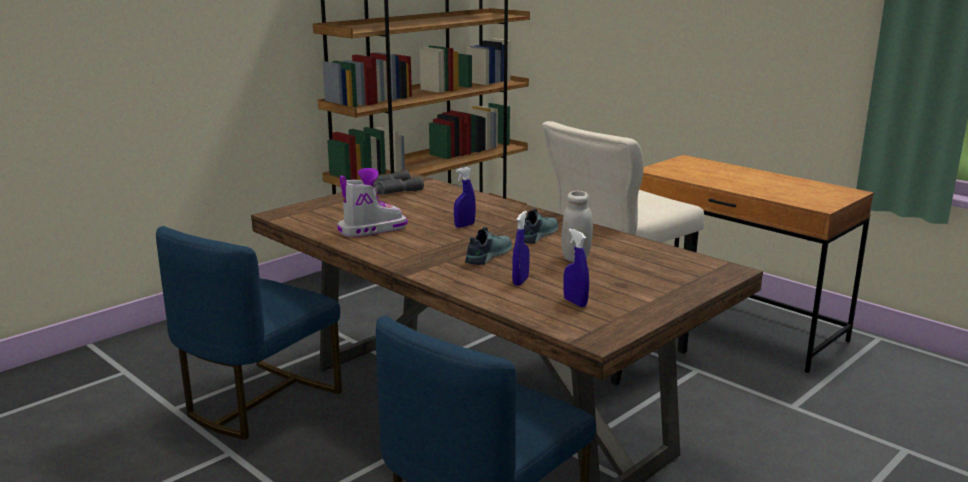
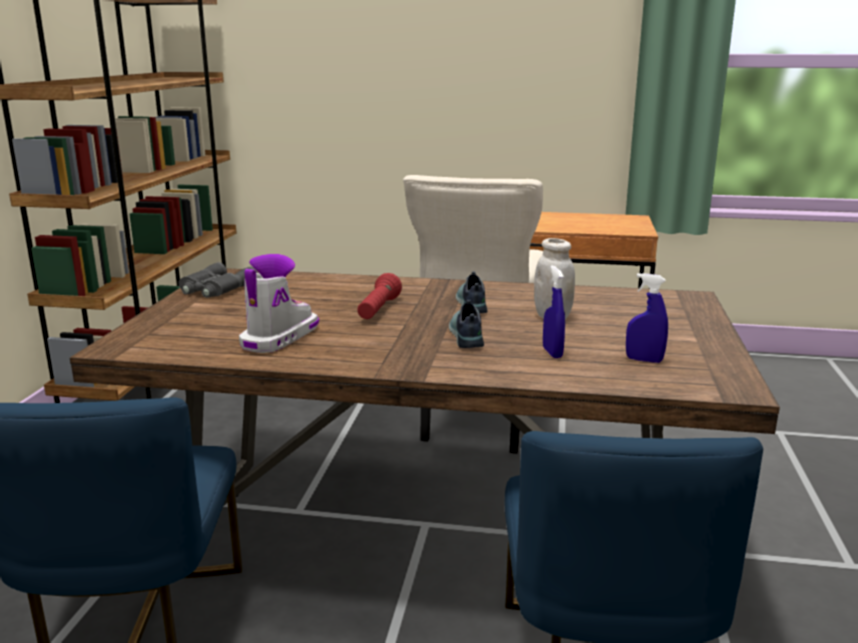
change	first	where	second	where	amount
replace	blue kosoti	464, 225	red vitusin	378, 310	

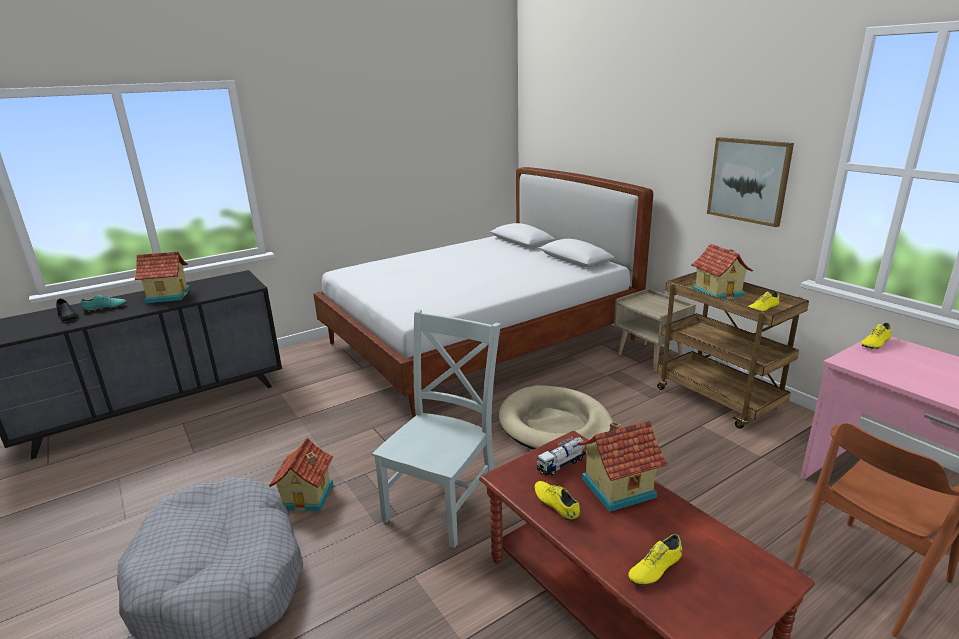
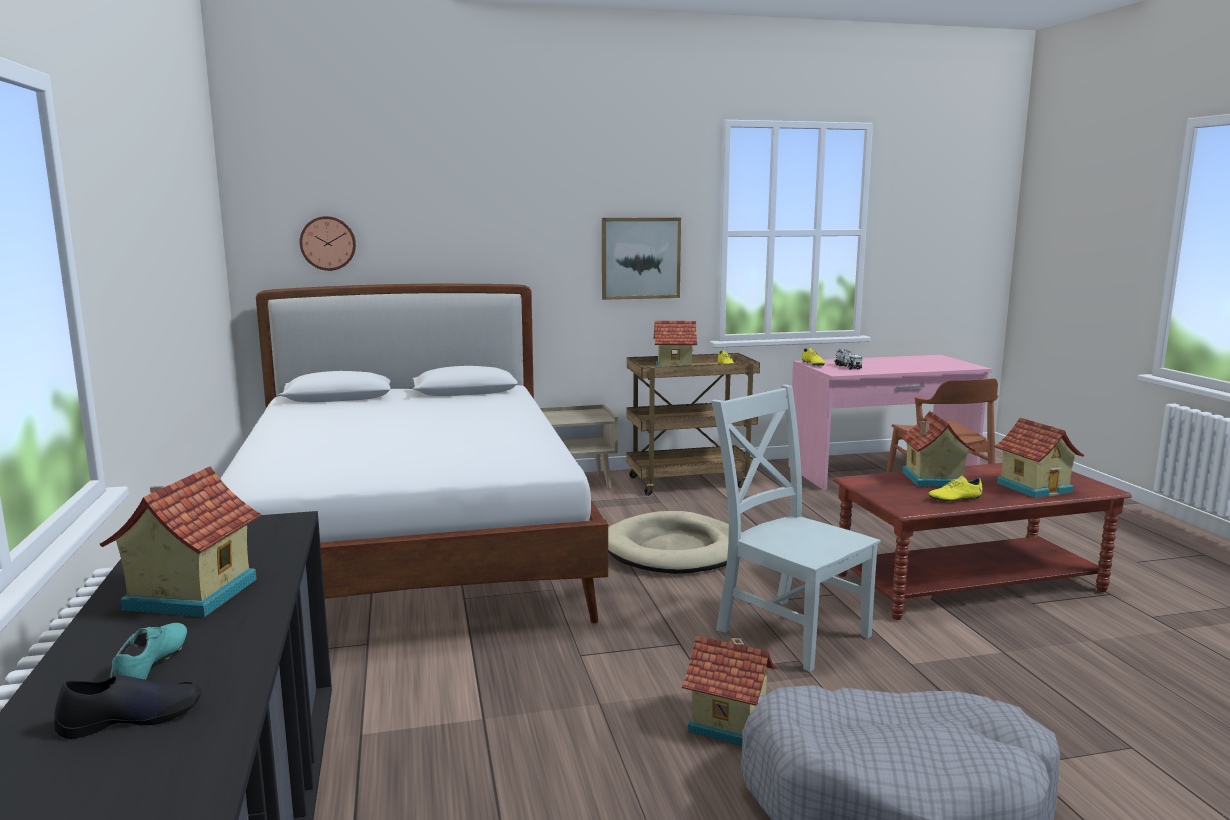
change	first	where	second	where	amount
move	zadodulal	561, 464		847, 367	
replace	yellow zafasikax	655, 569	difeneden	1035, 487	
insert			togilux	328, 243	

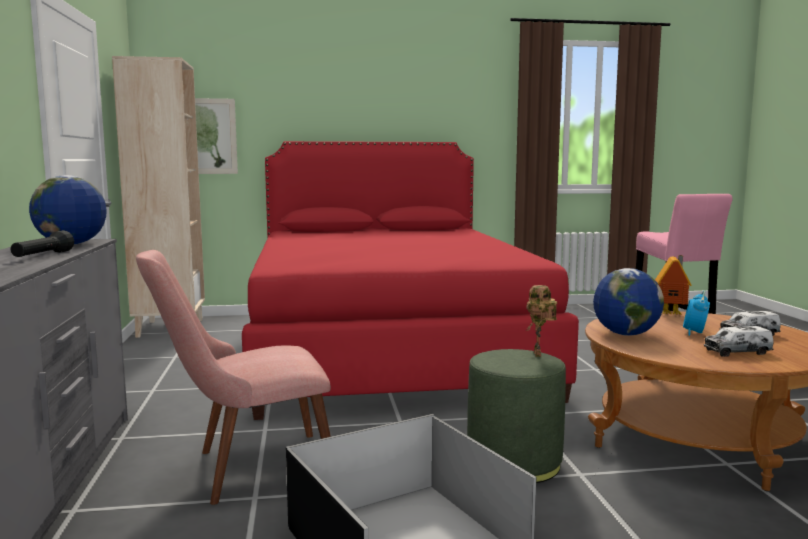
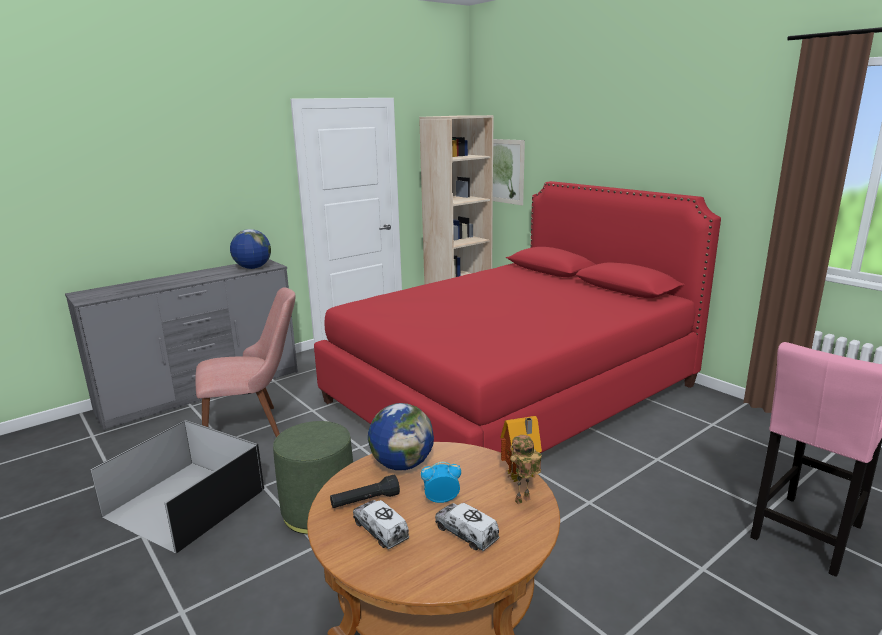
change	first	where	second	where	amount
move	black vitusin	43, 256		365, 501	
rotate	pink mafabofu	245, 470		254, 426	120 degrees clockwise
move	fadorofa	539, 355		522, 501	

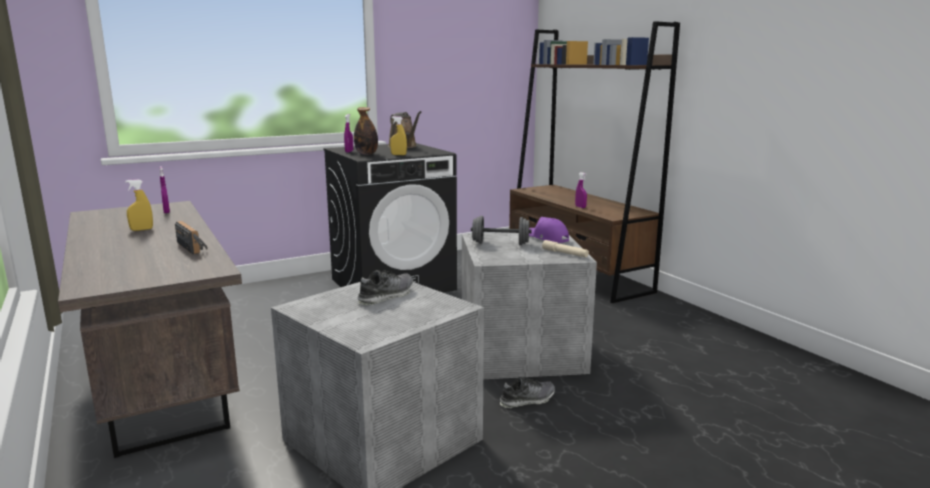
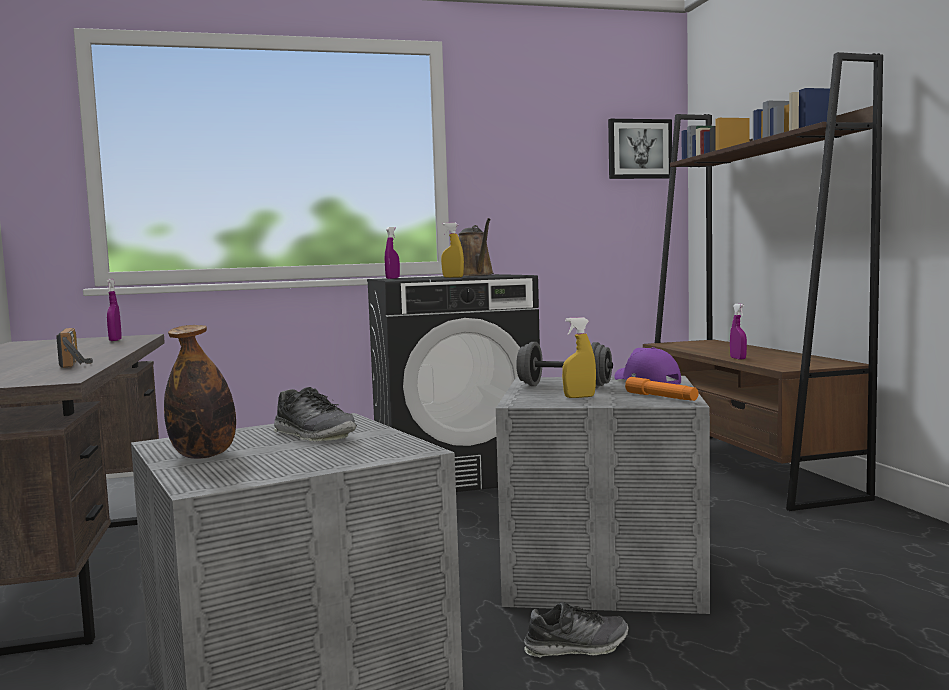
change	first	where	second	where	amount
move	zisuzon	366, 154		204, 455	
move	yellow kosoti	141, 229		579, 397	
recolor	beige vitusin	565, 253	orange vitusin	661, 397	
rotate	zafasikax	386, 296		314, 435	75 degrees clockwise
insert			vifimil	639, 149	

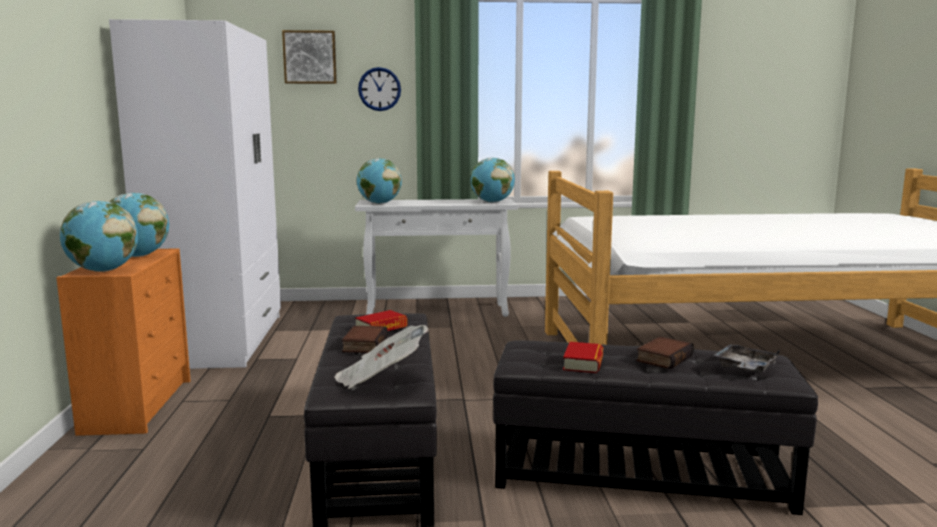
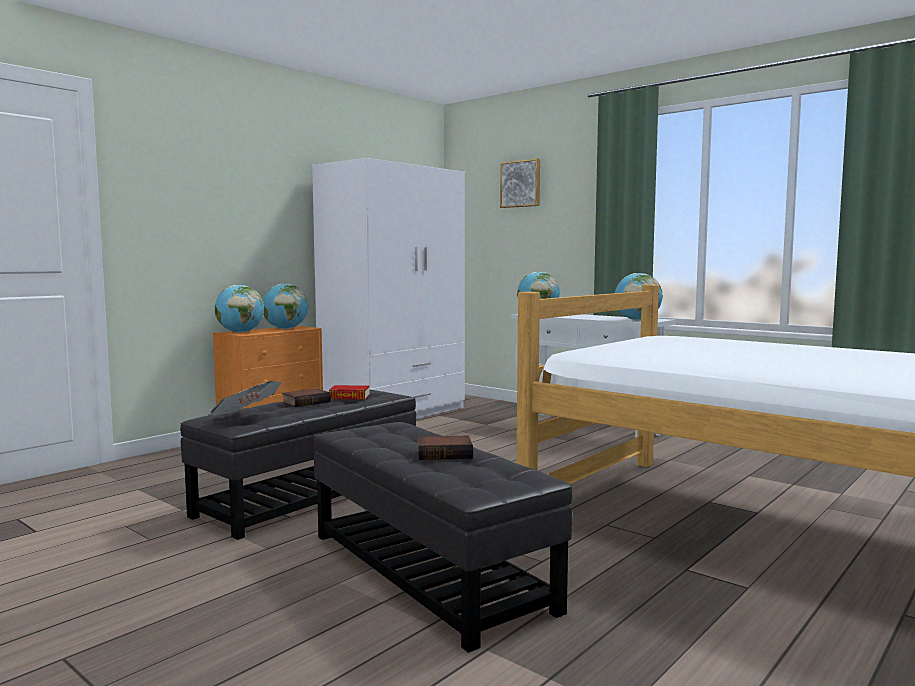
change	first	where	second	where	amount
delete	togilux	379, 89			
delete	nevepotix	583, 363			
delete	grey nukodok	745, 368			

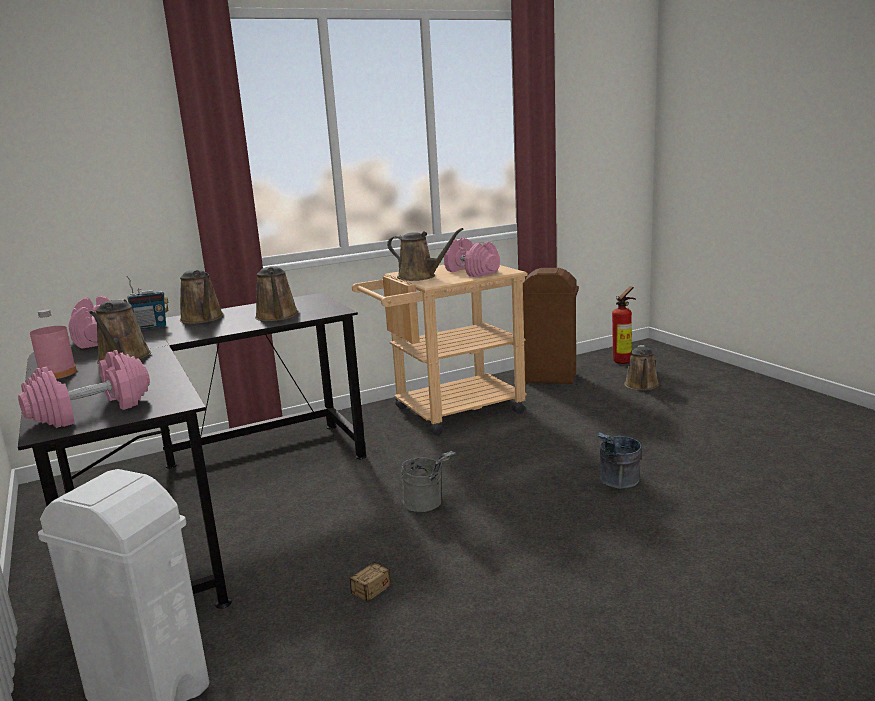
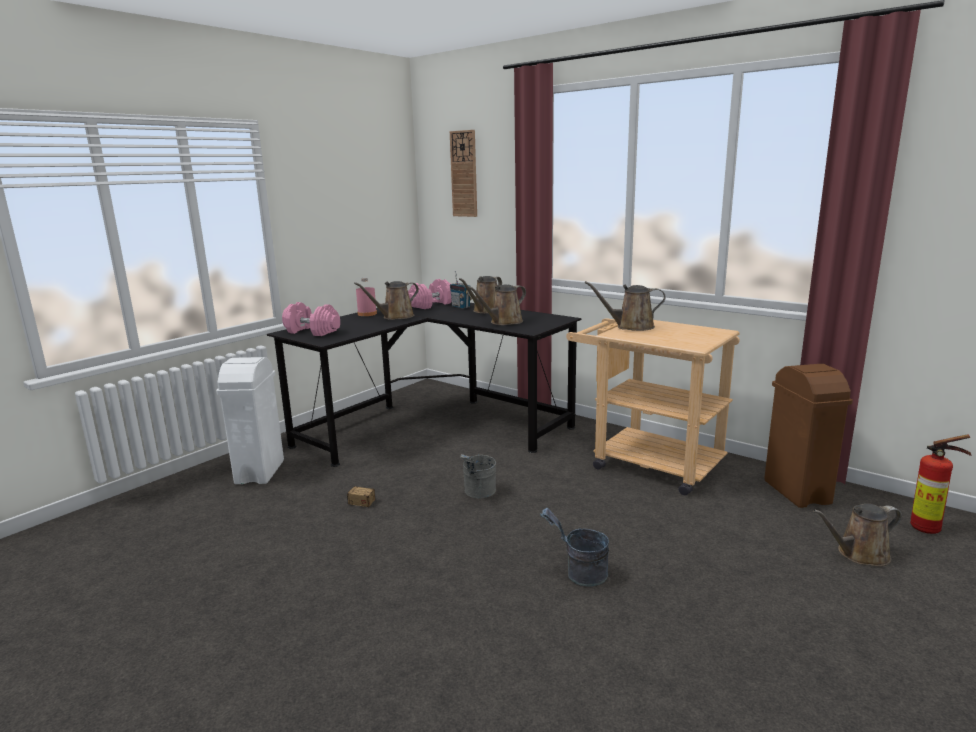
change	first	where	second	where	amount
rotate	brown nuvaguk	420, 277		631, 327	90 degrees clockwise
delete	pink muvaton	472, 272			
insert			togilux	464, 174	

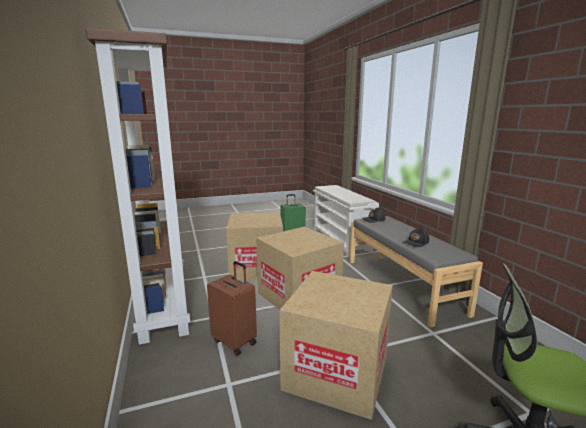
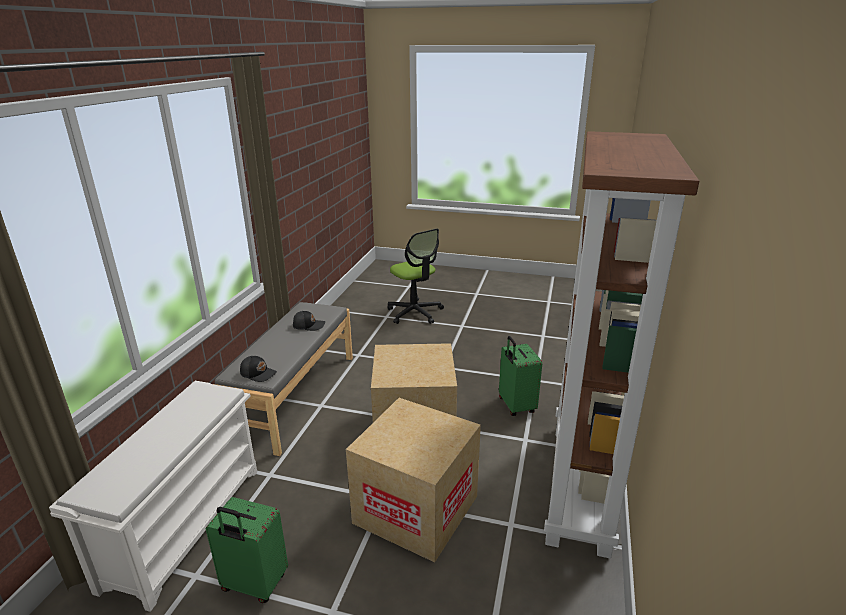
change	first	where	second	where	amount
recolor	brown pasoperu	235, 341	green pasoperu	515, 406	
delete	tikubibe	336, 372			

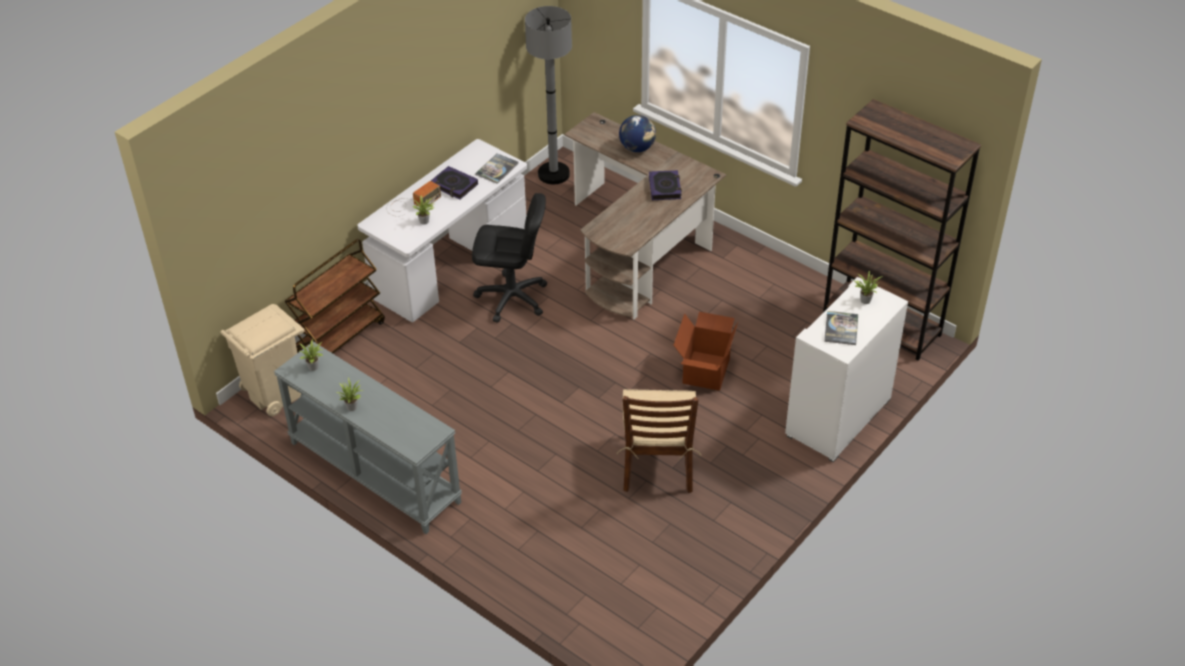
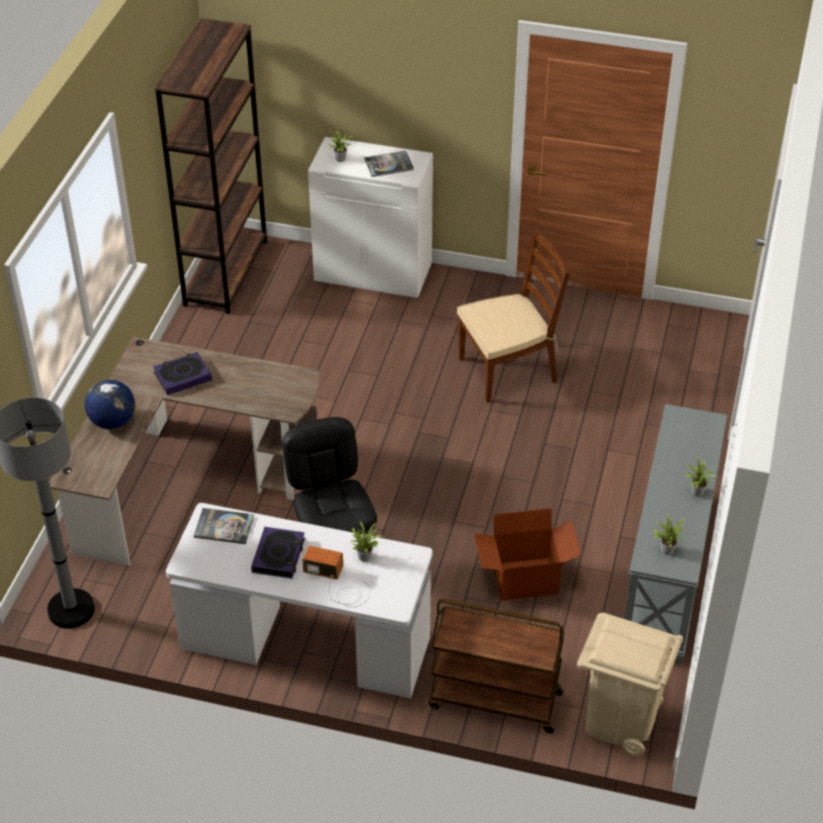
change	first	where	second	where	amount
move	tikubibe	705, 370		525, 580	

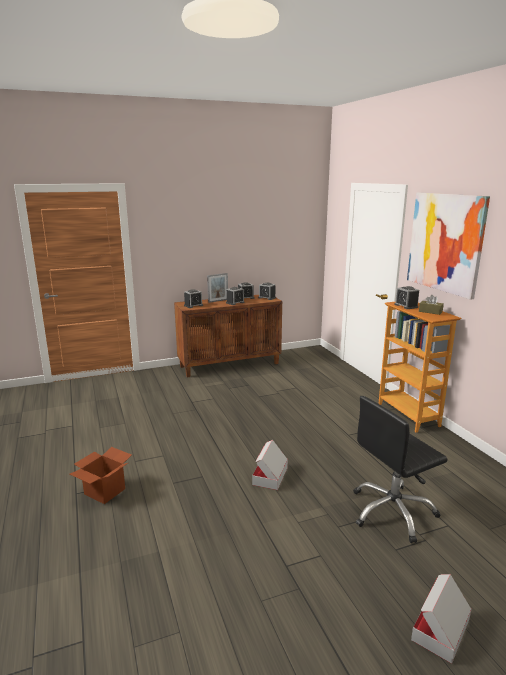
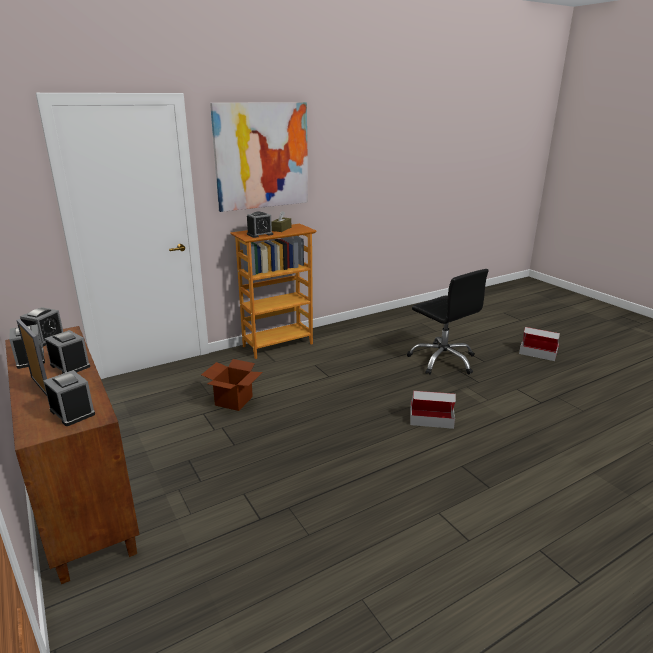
change	first	where	second	where	amount
move	tikubibe	105, 491		234, 401	

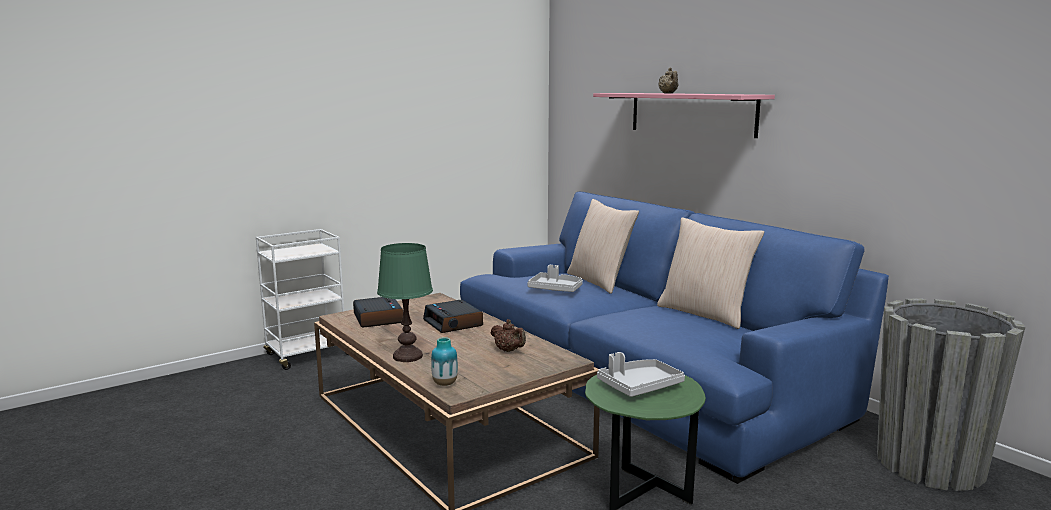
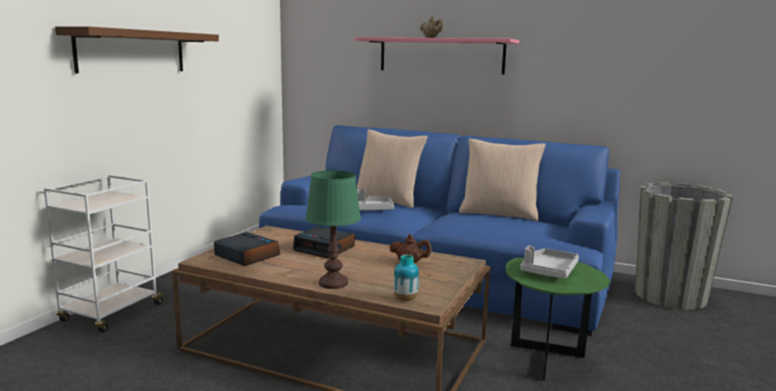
change	first	where	second	where	amount
insert			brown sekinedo	132, 51	

